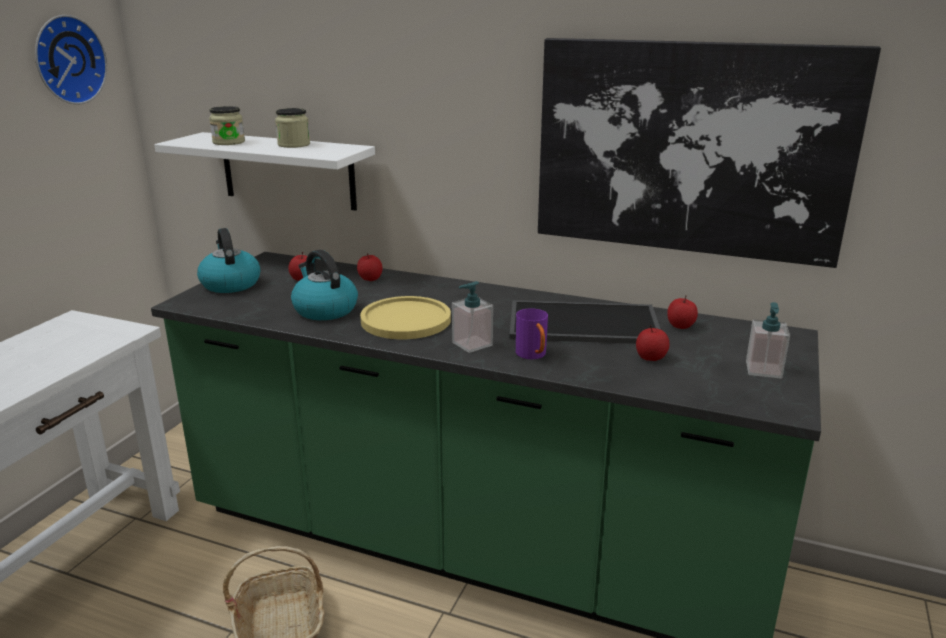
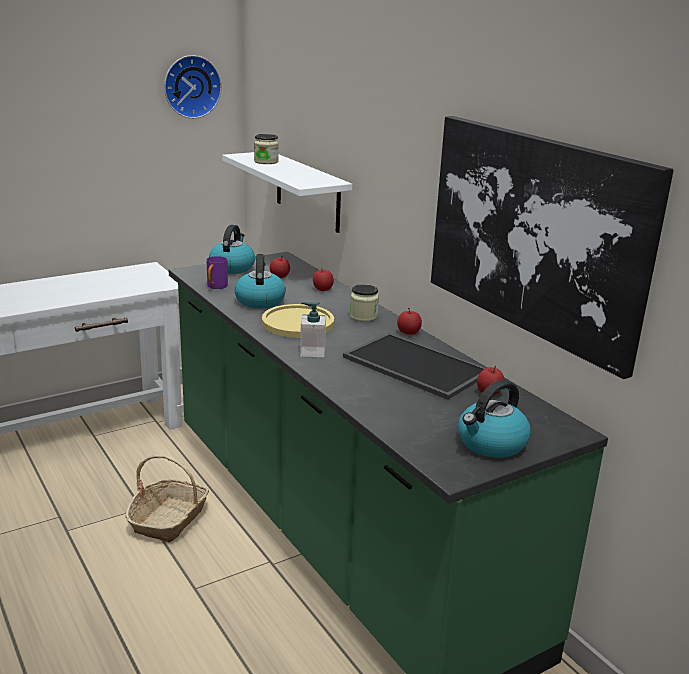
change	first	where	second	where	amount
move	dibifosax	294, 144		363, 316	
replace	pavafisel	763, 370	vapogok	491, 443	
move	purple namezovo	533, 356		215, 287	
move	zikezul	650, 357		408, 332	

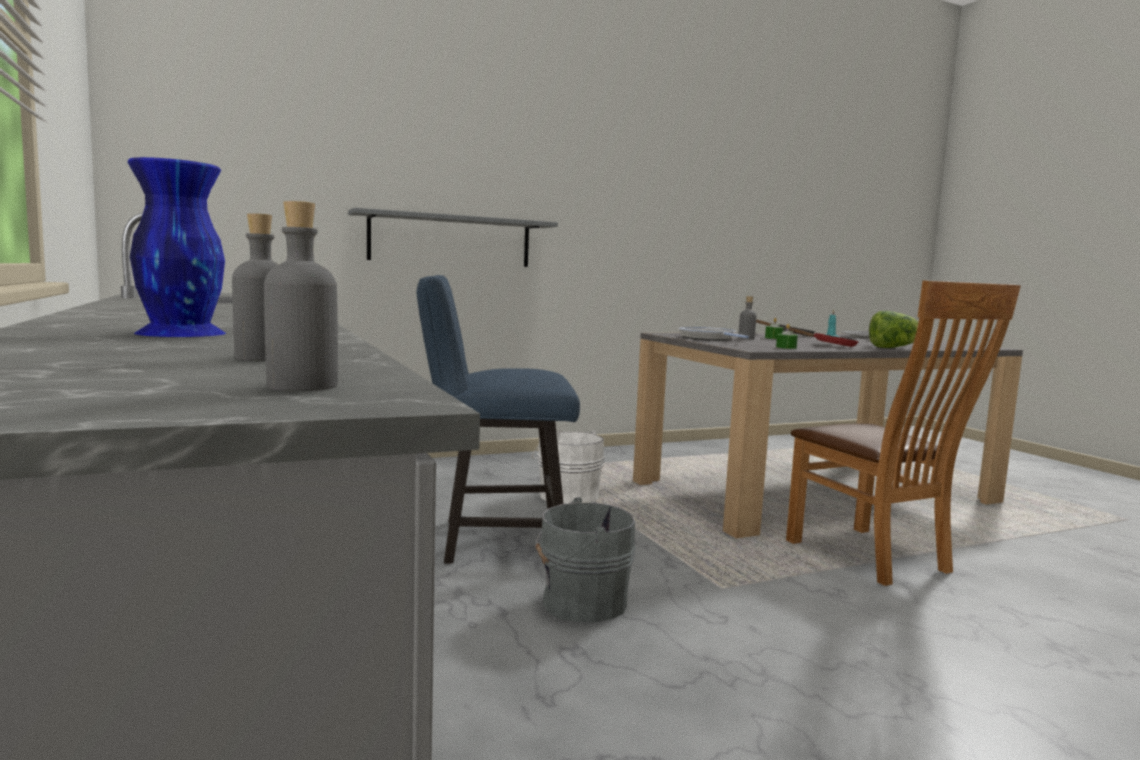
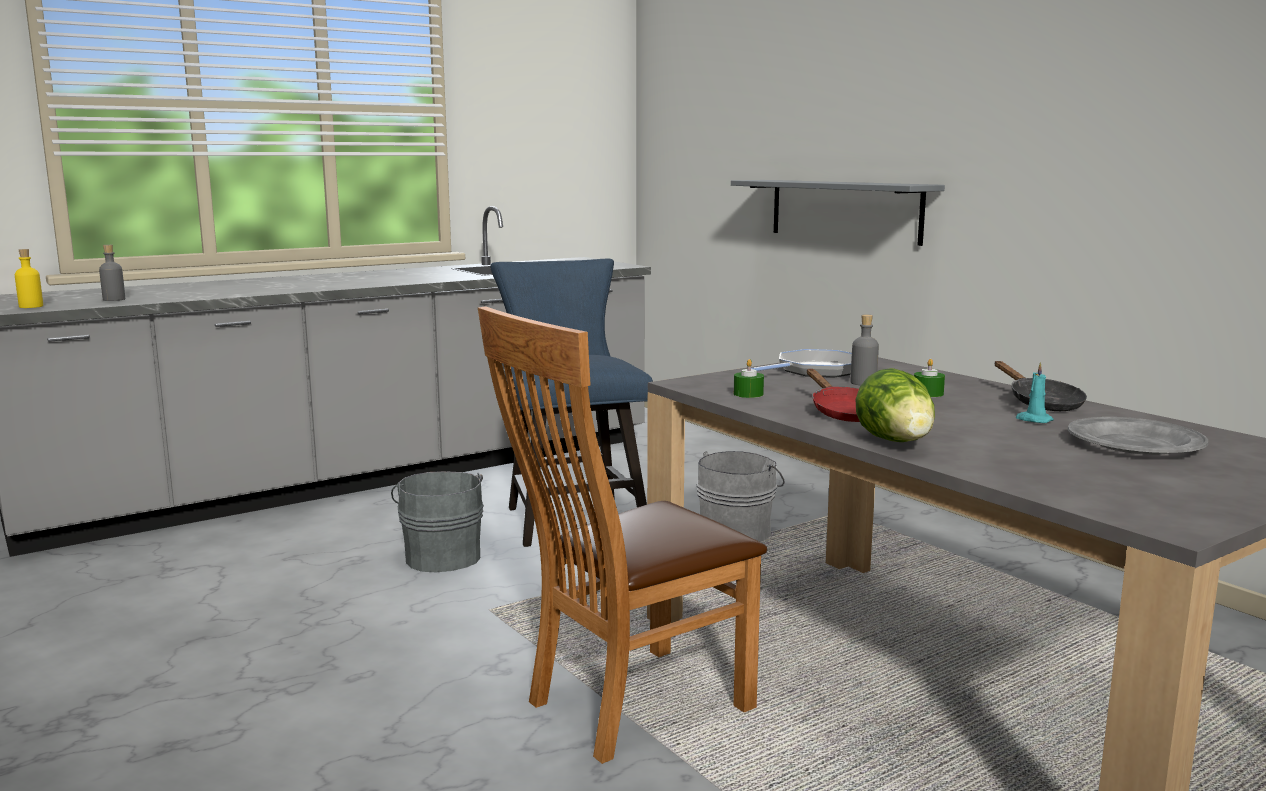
change	first	where	second	where	amount
delete	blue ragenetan	180, 333			
recolor	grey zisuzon	302, 386	yellow zisuzon	31, 306	

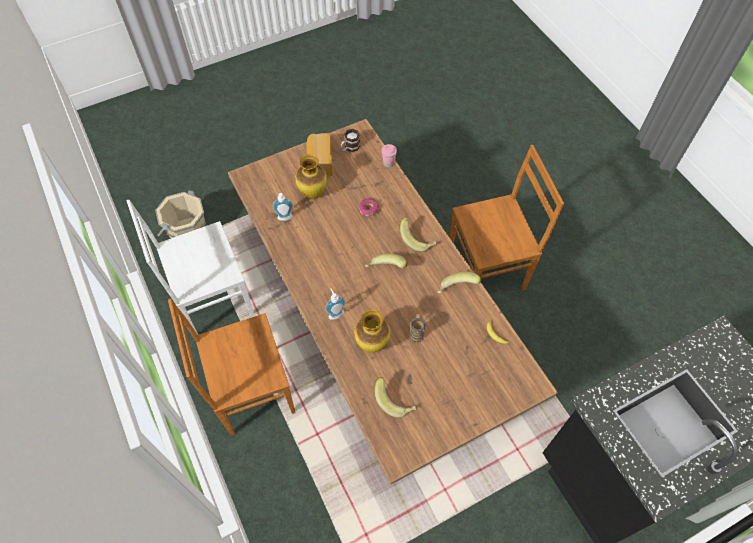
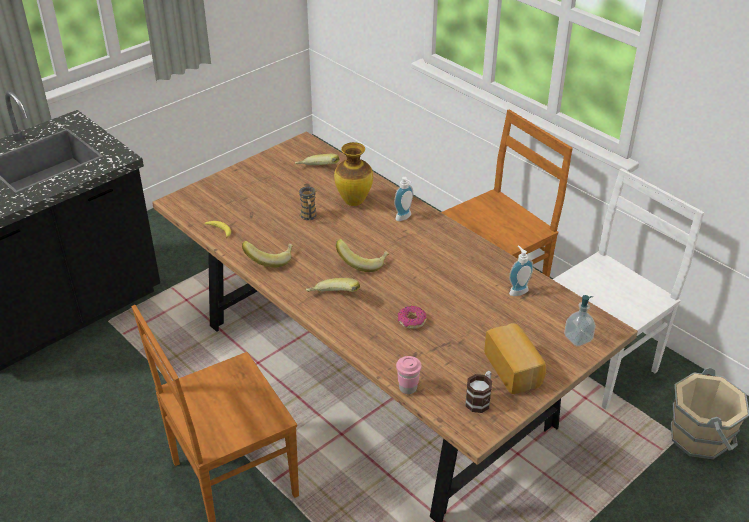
change	first	where	second	where	amount
delete	ragenetan	313, 194			
insert			pavafisel	578, 338	

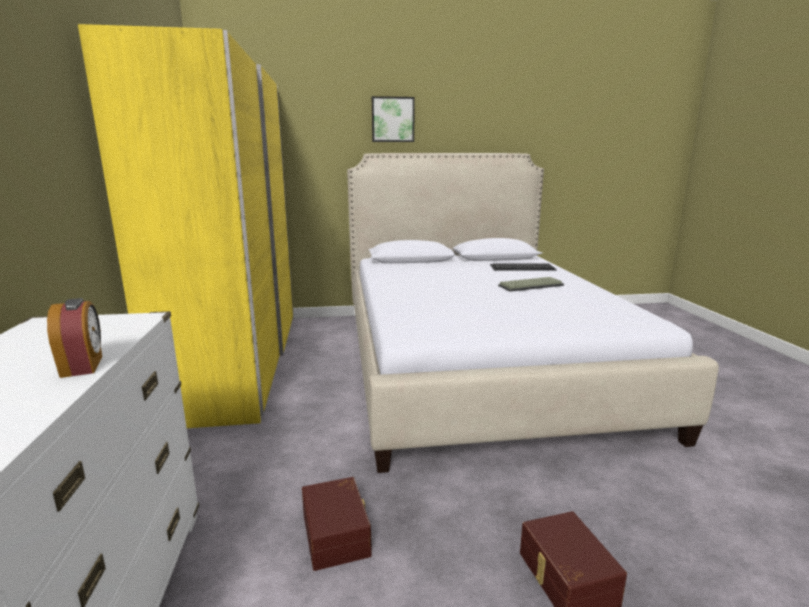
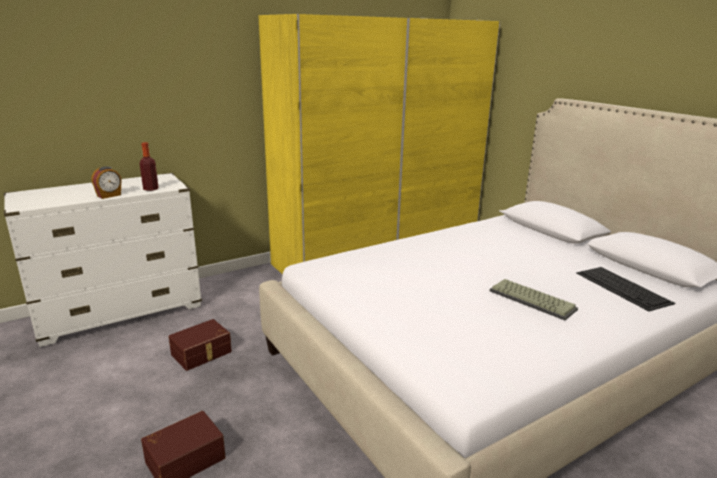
change	first	where	second	where	amount
delete	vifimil	392, 119			
insert			zisuzon	151, 189	

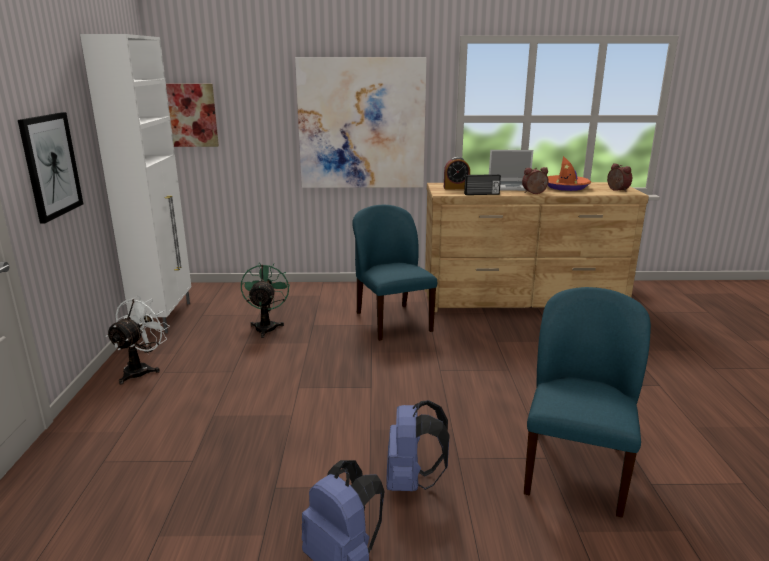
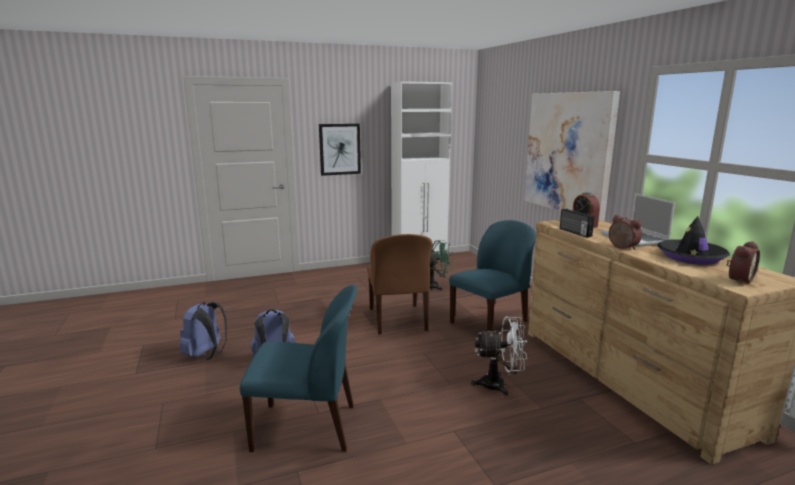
change	first	where	second	where	amount
delete	vifimil	191, 115			
recolor	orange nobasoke	566, 187	black nobasoke	691, 257	
move	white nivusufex	141, 370		499, 385	
insert			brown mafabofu	398, 320	

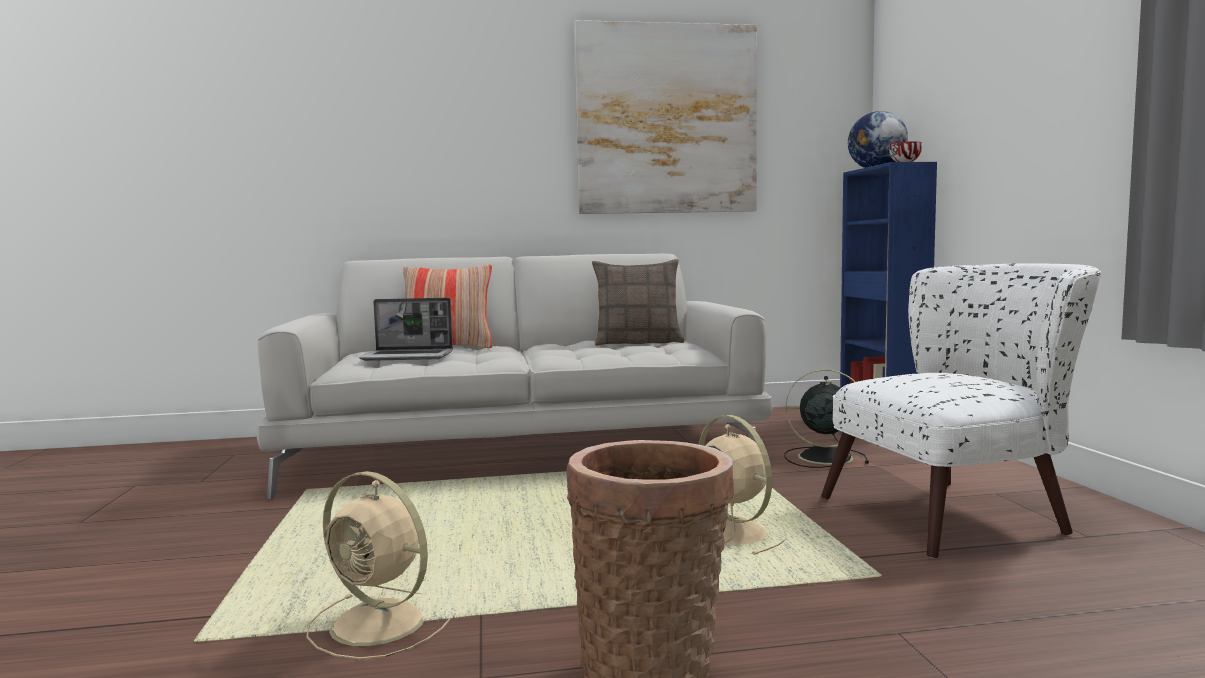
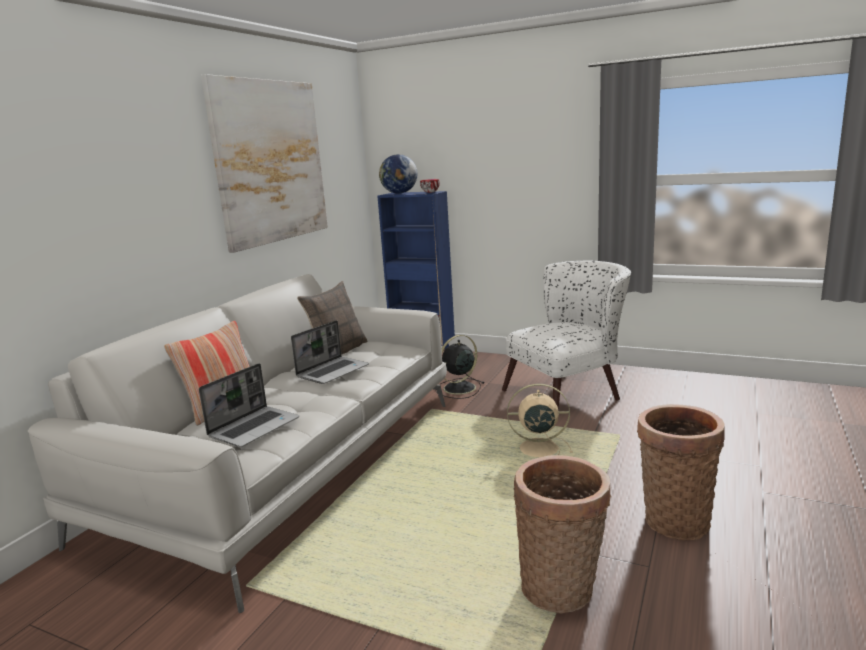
change	first	where	second	where	amount
rotate	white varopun	960, 513		570, 393	45 degrees clockwise
replace	beige nivusufex	381, 624	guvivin	561, 588	
insert			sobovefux	333, 371	

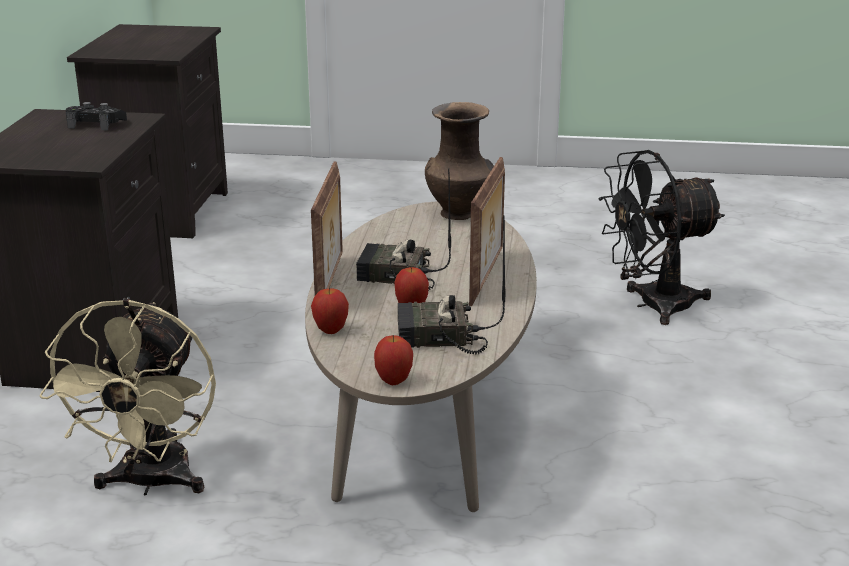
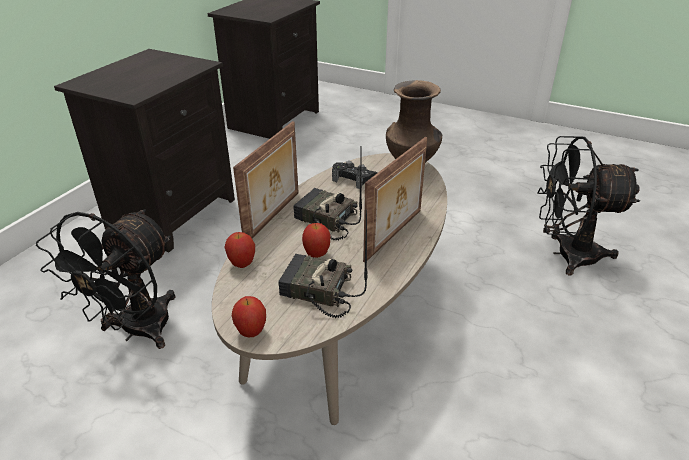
change	first	where	second	where	amount
move	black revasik	96, 124		353, 179	
recolor	beige nivusufex	151, 483	black nivusufex	136, 331	

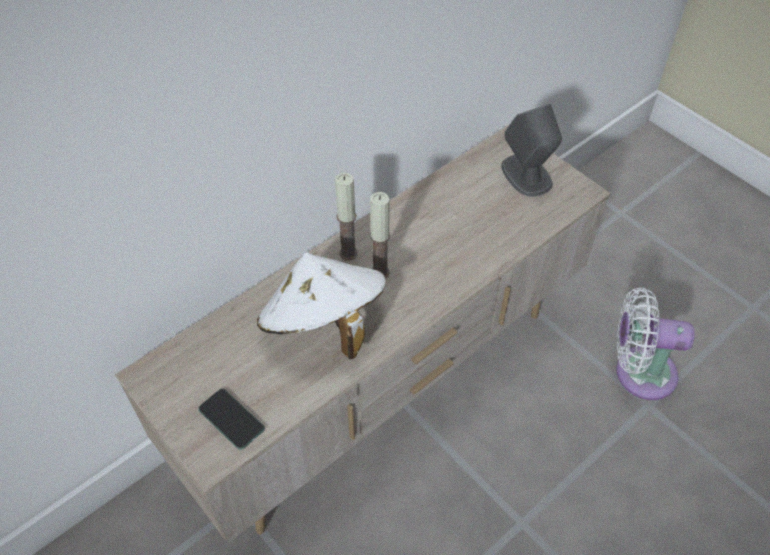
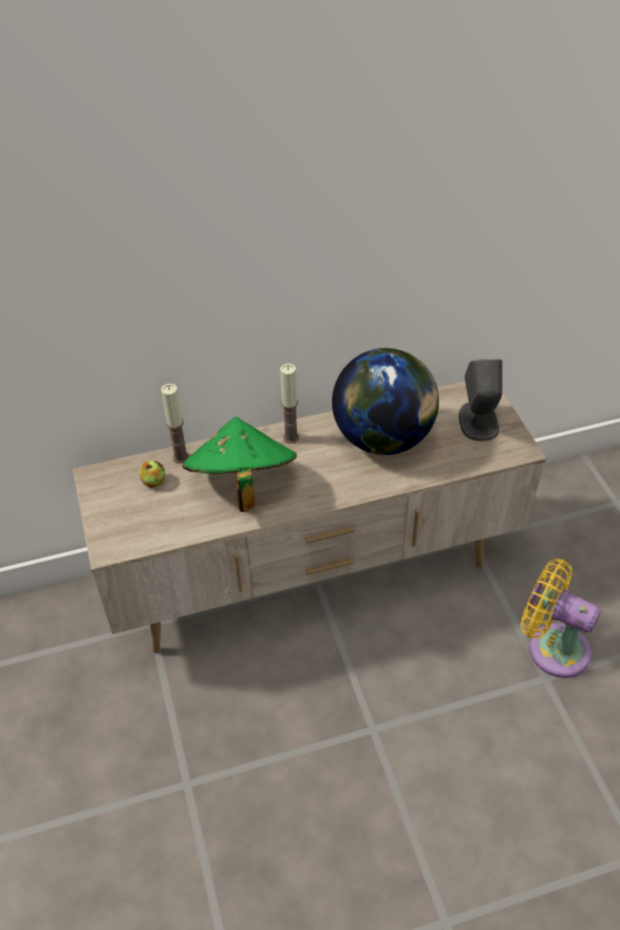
change	first	where	second	where	amount
move	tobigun	380, 272		180, 457	
recolor	white nobasoke	324, 325	green nobasoke	241, 485	
recolor	white nivusufex	638, 372	yellow nivusufex	552, 647	
delete	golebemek	231, 419			
insert			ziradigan	383, 438	
insert			zikezul	153, 481	

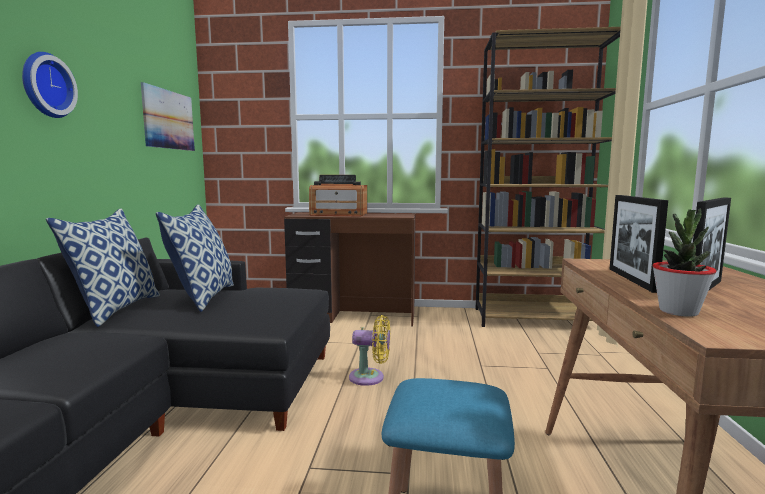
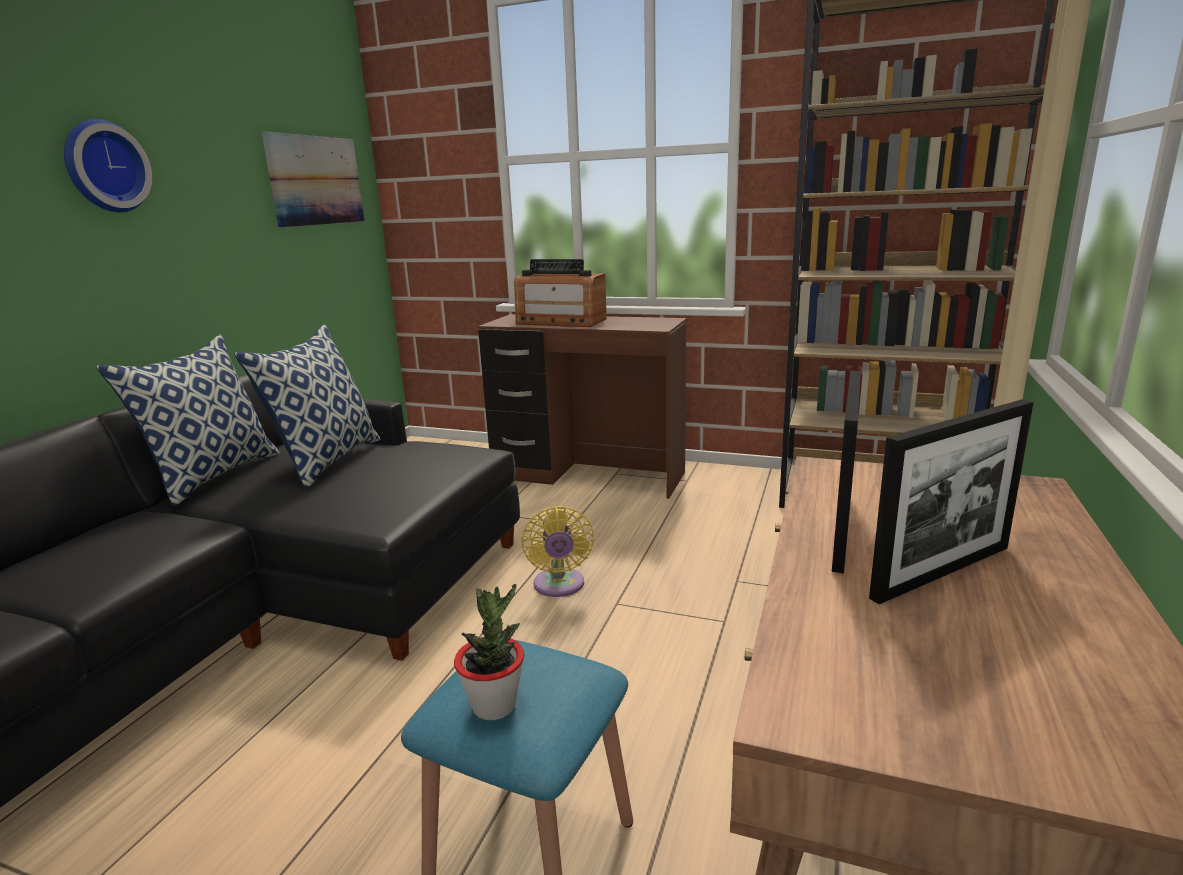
change	first	where	second	where	amount
move	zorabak	678, 311		494, 705	
rotate	yellow nivusufex	370, 377		559, 586	60 degrees clockwise

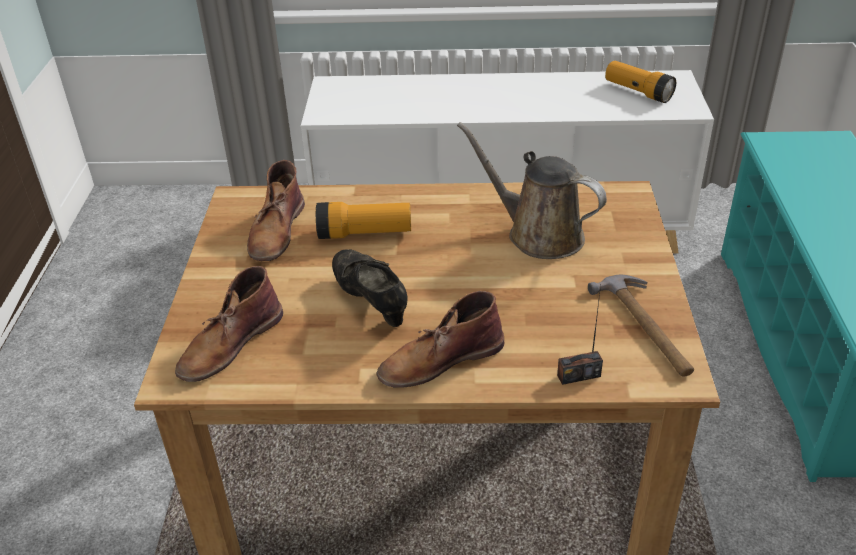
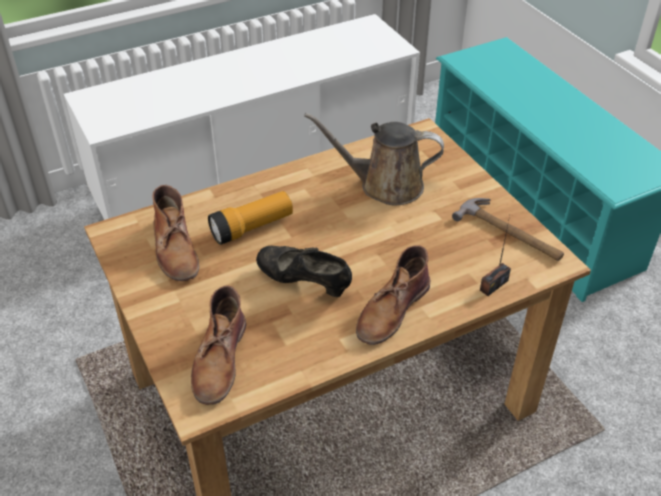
change	first	where	second	where	amount
delete	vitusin	638, 92			

